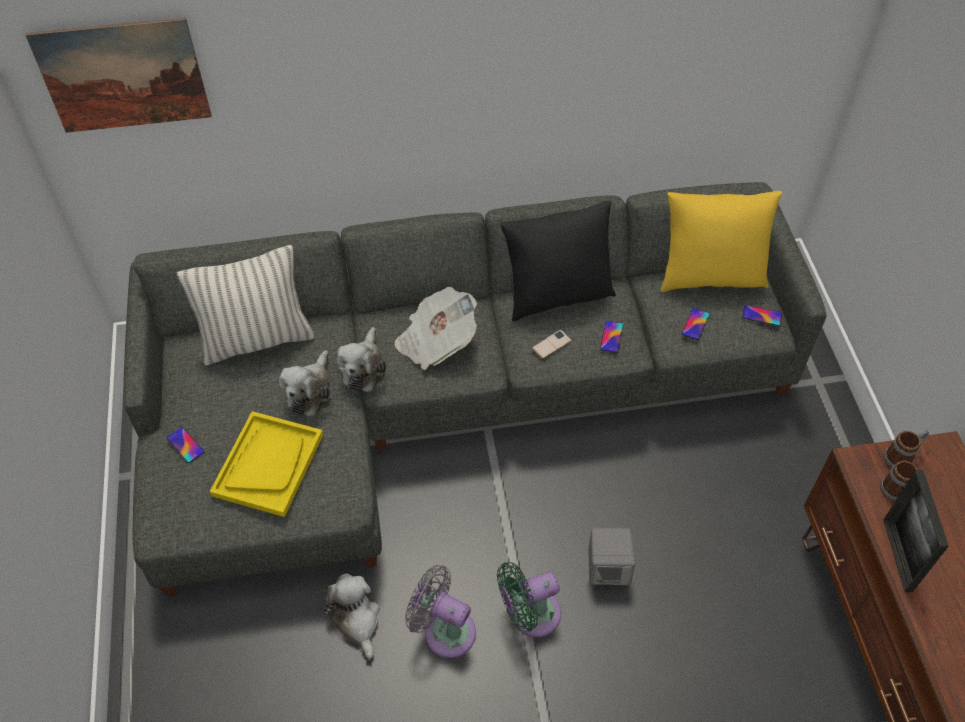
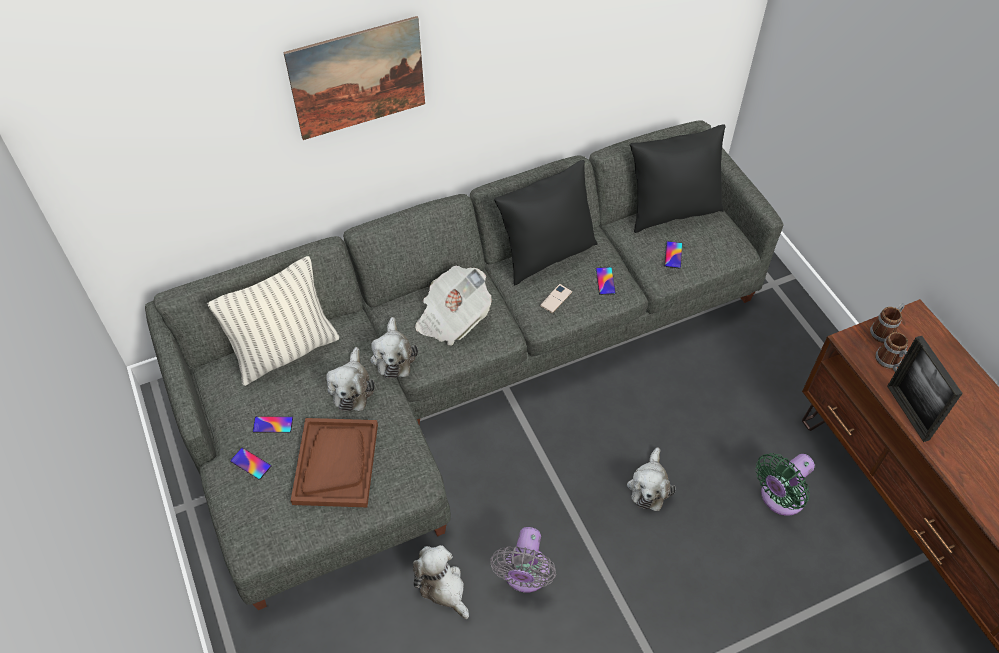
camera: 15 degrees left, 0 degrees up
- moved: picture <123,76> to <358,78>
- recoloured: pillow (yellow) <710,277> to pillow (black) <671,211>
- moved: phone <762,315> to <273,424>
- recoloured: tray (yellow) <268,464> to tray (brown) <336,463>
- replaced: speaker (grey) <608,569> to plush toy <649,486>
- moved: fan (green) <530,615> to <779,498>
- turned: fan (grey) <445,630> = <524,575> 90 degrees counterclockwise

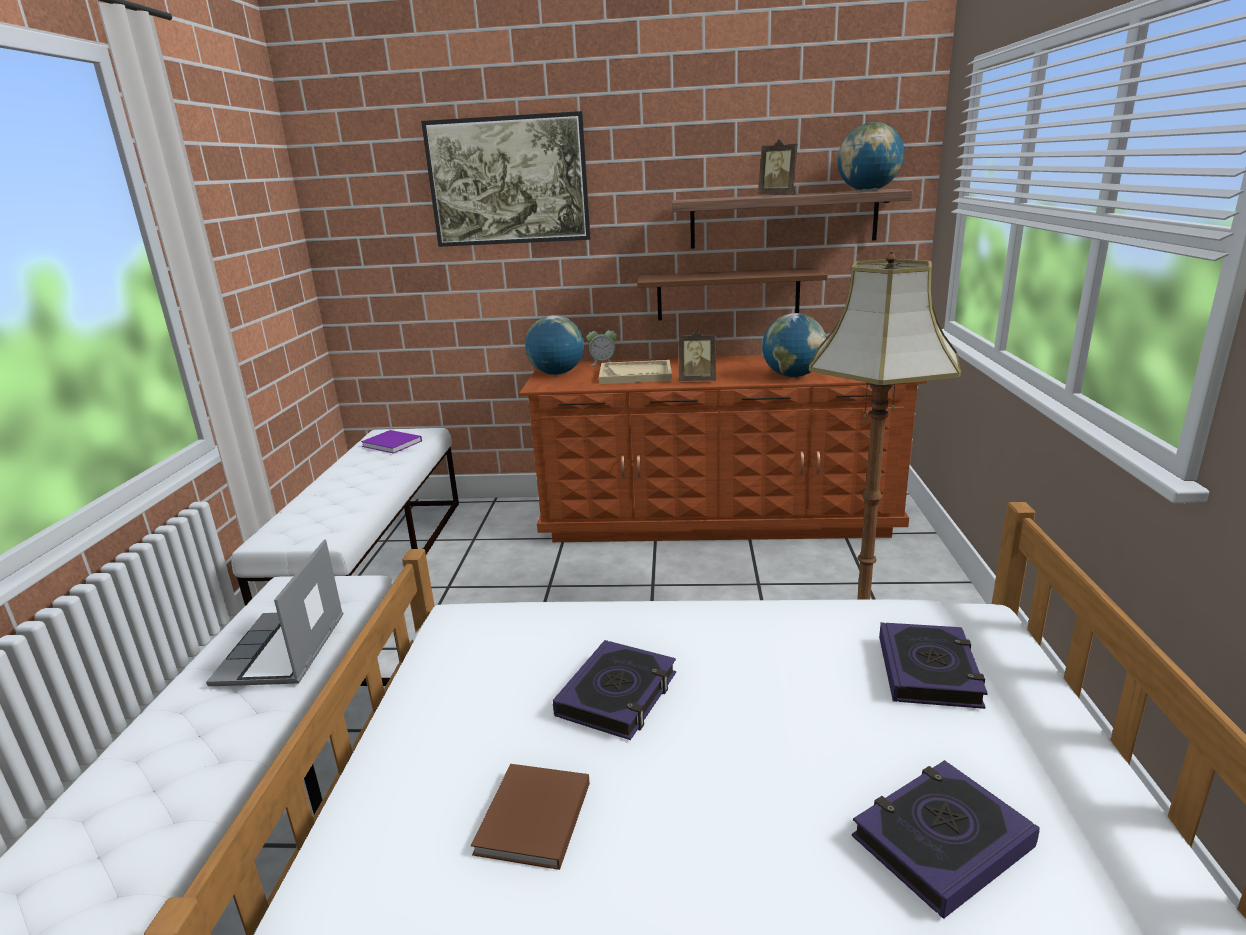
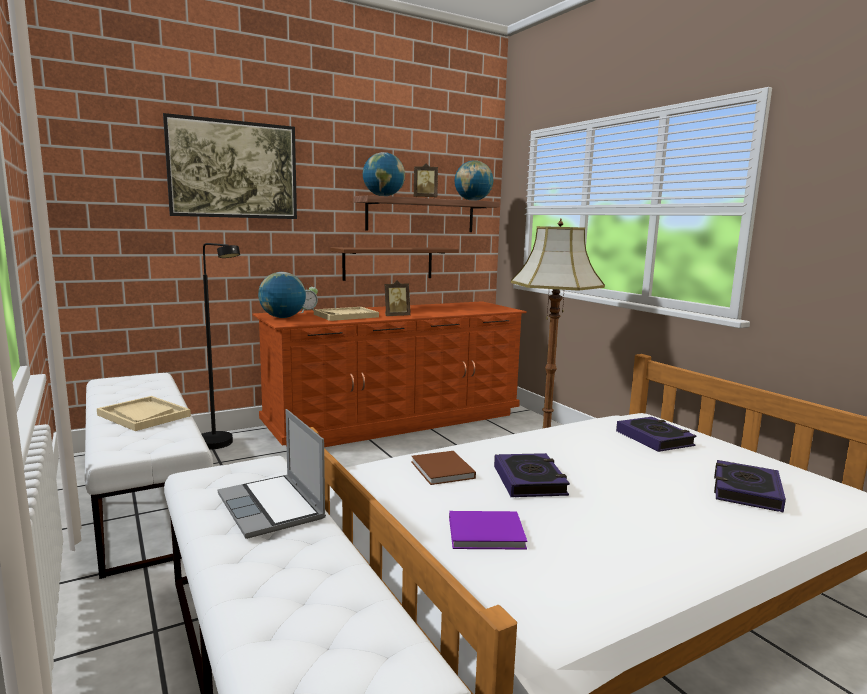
camera: 35 degrees left, 10 degrees down
- moved: globe <793,376> to <383,196>
- moved: book (purple) <393,444> to <488,533>
- moved: book (brown) <532,820> to <443,470>
- added: floor lamp (black) <220,445>
- added: tray (beige) <143,415>

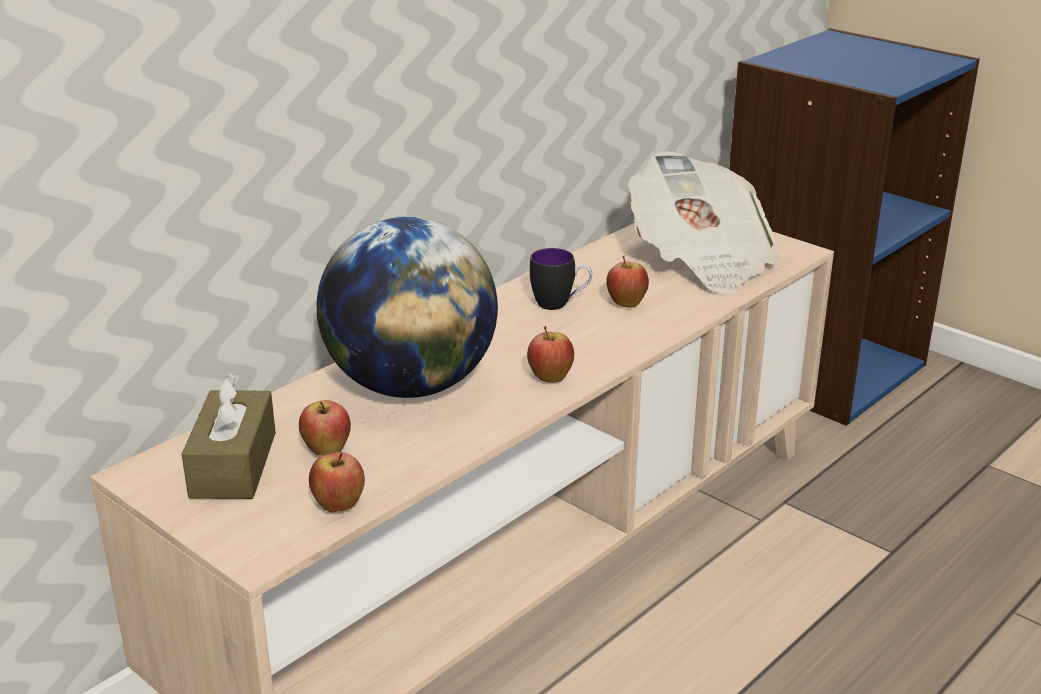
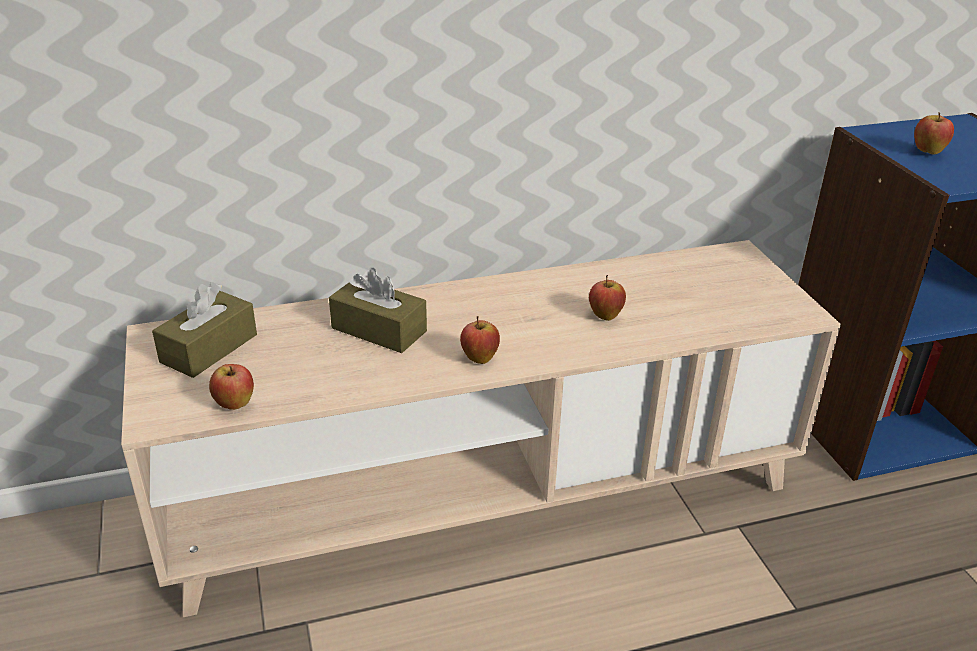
camera: 30 degrees right, 5 degrees up
- removed: newspaper <701,260>
- replaced: globe <411,385> to tissue box (brown) <379,330>
- removed: mug <560,304>
- moved: apple <327,452> to <928,153>

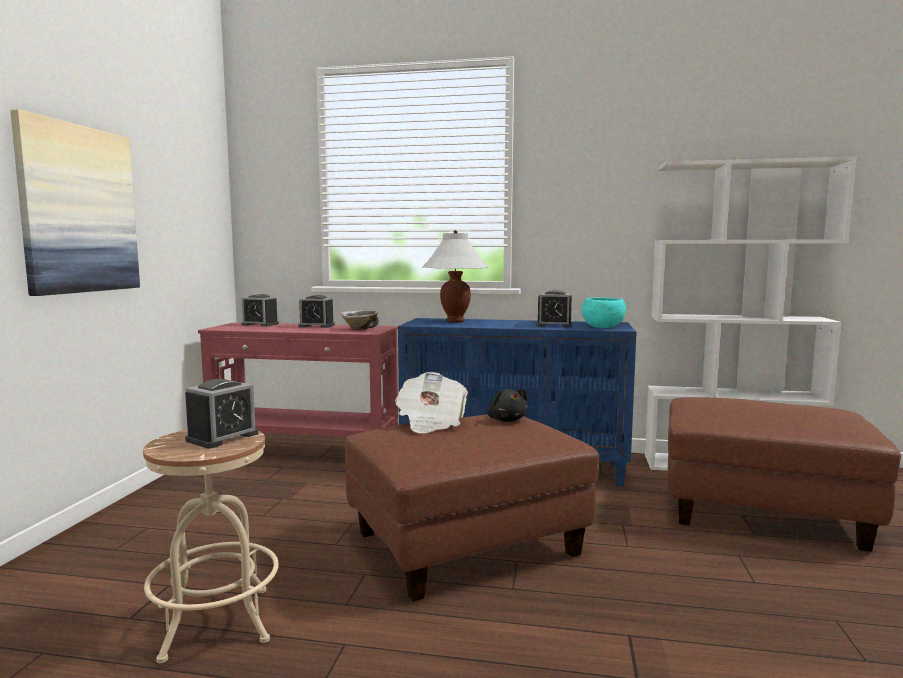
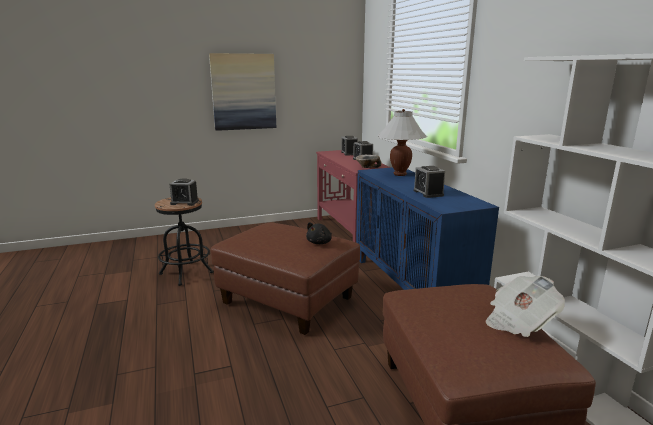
camera: 60 degrees right, 10 degrees up
- removed: bowl (turquoise) <602,328>
- moved: newspaper <431,422> to <519,321>
- recoloured: stool (beige) <216,623> to stool (black) <186,273>

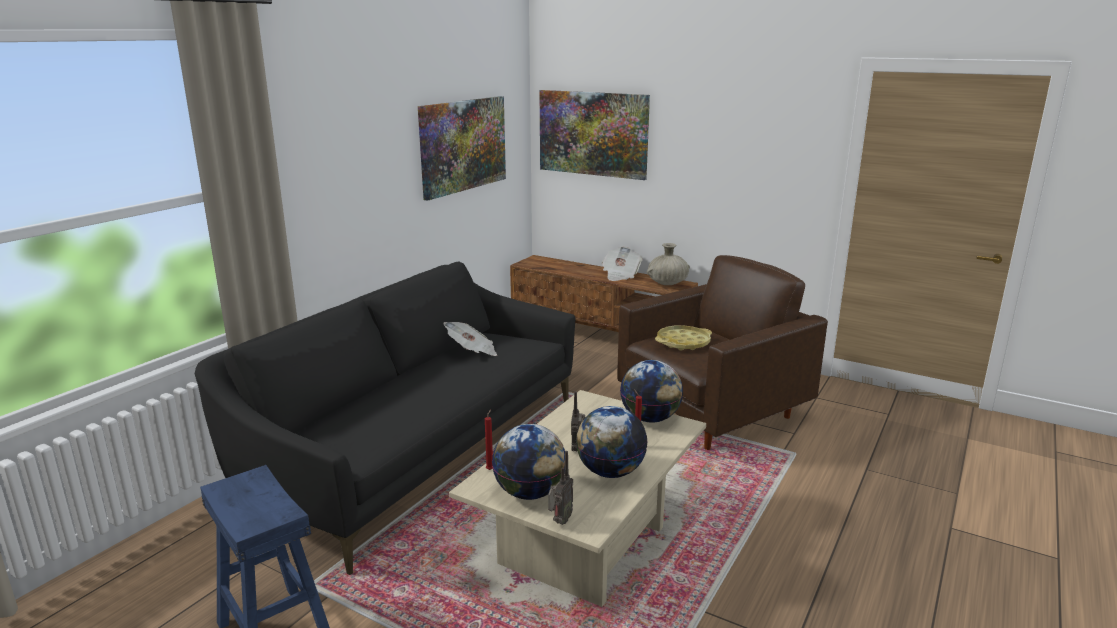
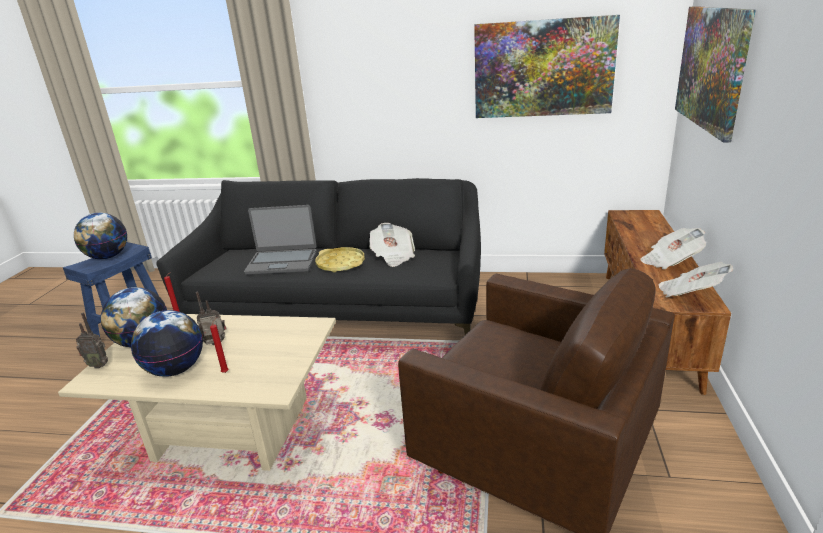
camera: 70 degrees right, 5 degrees up
- replaced: vase (beige) <667,283> to newspaper <690,294>
- moved: tray (yellow) <683,342> to <340,264>
- moved: globe <650,418> to <107,257>
- added: laptop <282,262>

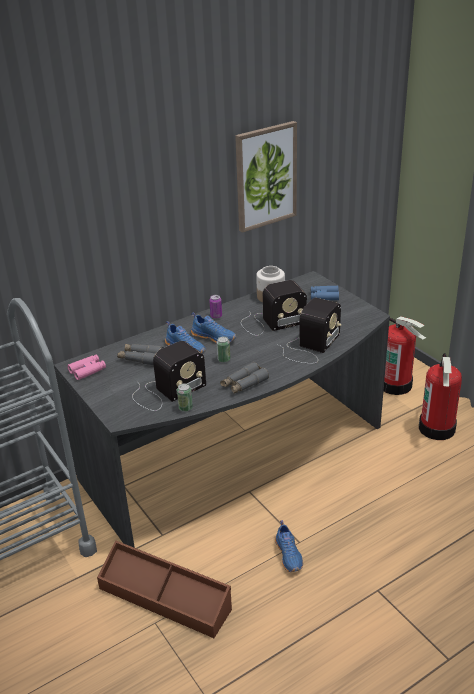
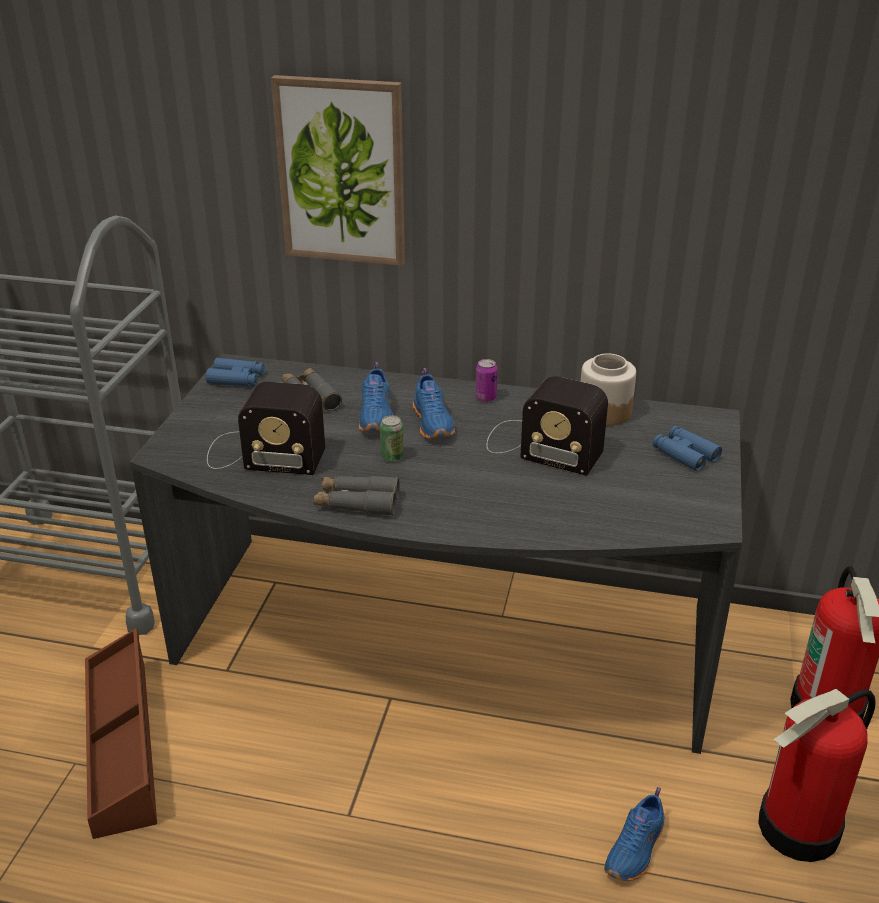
camera: 45 degrees right, 0 degrees up
- moved: picture <265,176> to <342,171>
- removed: radio <310,346>
- recoloured: binoculars (pink) <87,370> to binoculars (blue) <236,379>
- removed: can <185,408>
- moved: shoe (blue) <289,555> to <636,850>

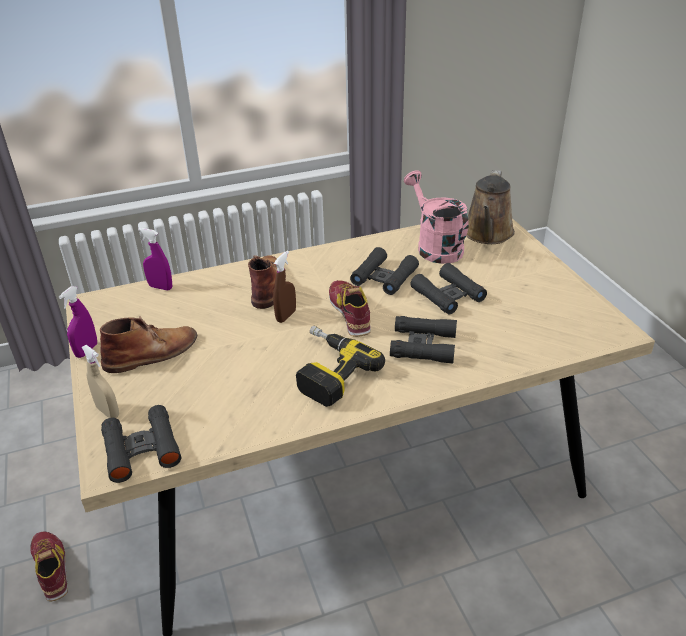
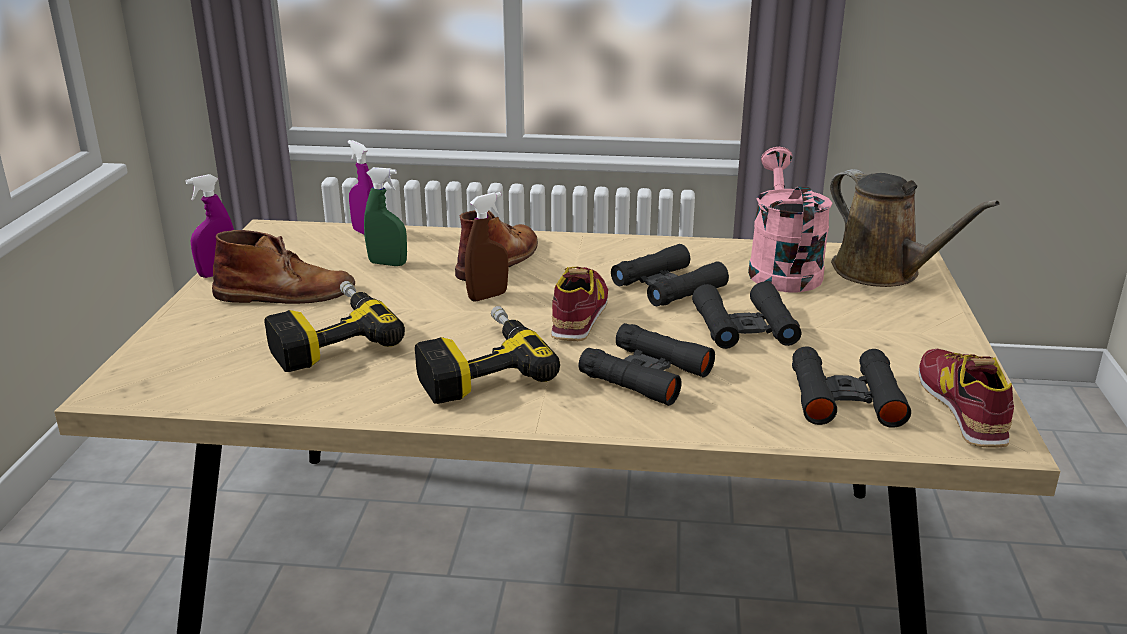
camera: 25 degrees right, 10 degrees down
- turned: watering can (brown) <488,234> = <882,272> 75 degrees counterclockwise
- removed: spray bottle (beige) <108,412>
- moved: binoculars (black) <141,449> to <845,398>
- moved: shoe <51,568> to <963,407>
- added: spray bottle (green) <387,264>
- added: power drill <328,338>

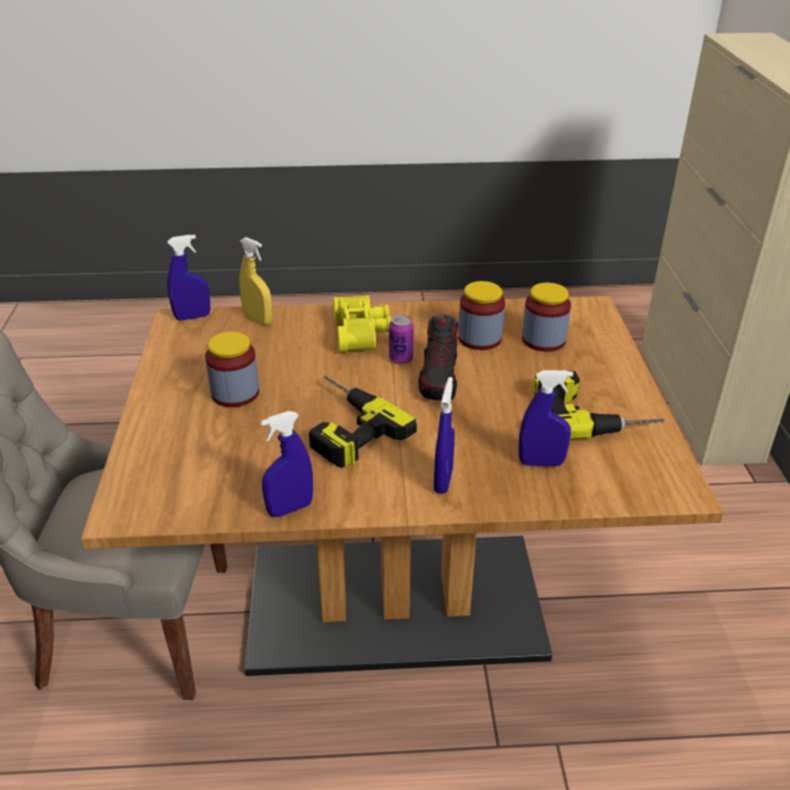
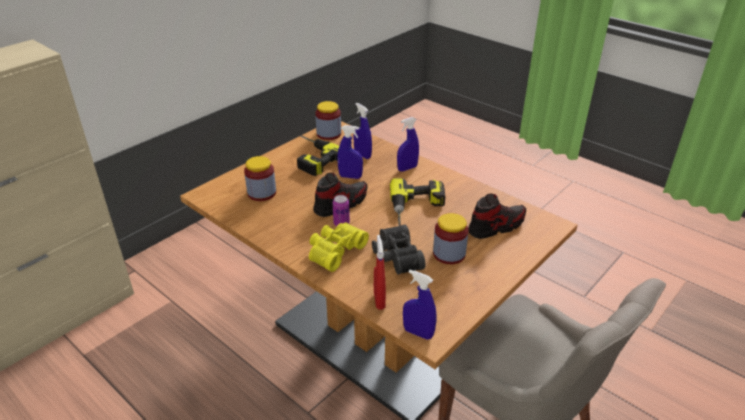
camera: 135 degrees left, 0 degrees up
- recoloured: spray bottle (yellow) <258,320> to spray bottle (red) <379,300>
- moved: jar <479,338> to <329,134>
- moved: spray bottle (blue) <290,508> to <350,177>
- added: shoe <496,226>
- added: binoculars (black) <395,257>

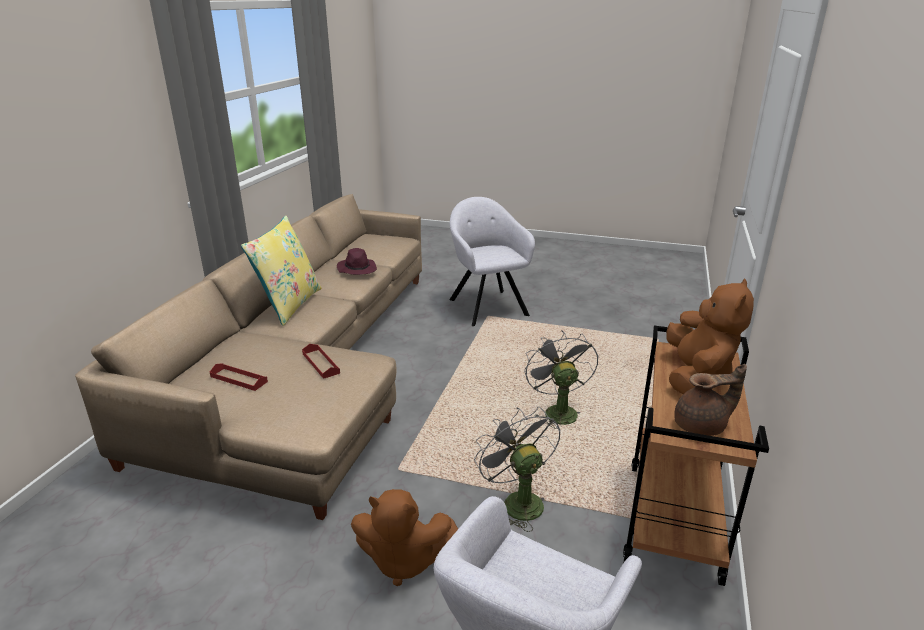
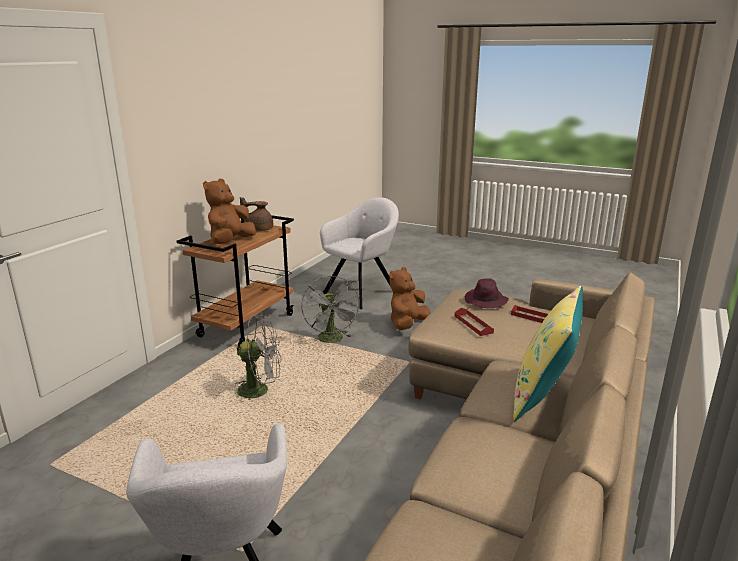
camera: 170 degrees left, 5 degrees down
- moved: hat (purple) <357,269> to <486,301>
- turned: fan (grey) <557,411> = <260,390> 90 degrees counterclockwise
- turned: plush toy (brown) <403,560> = <407,324> 75 degrees counterclockwise

